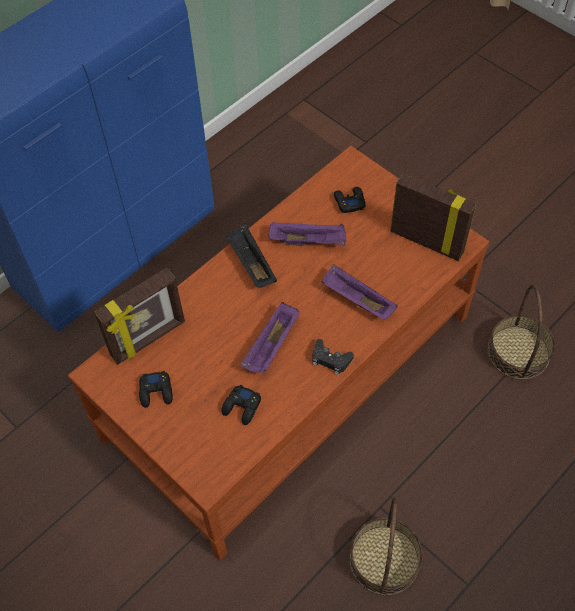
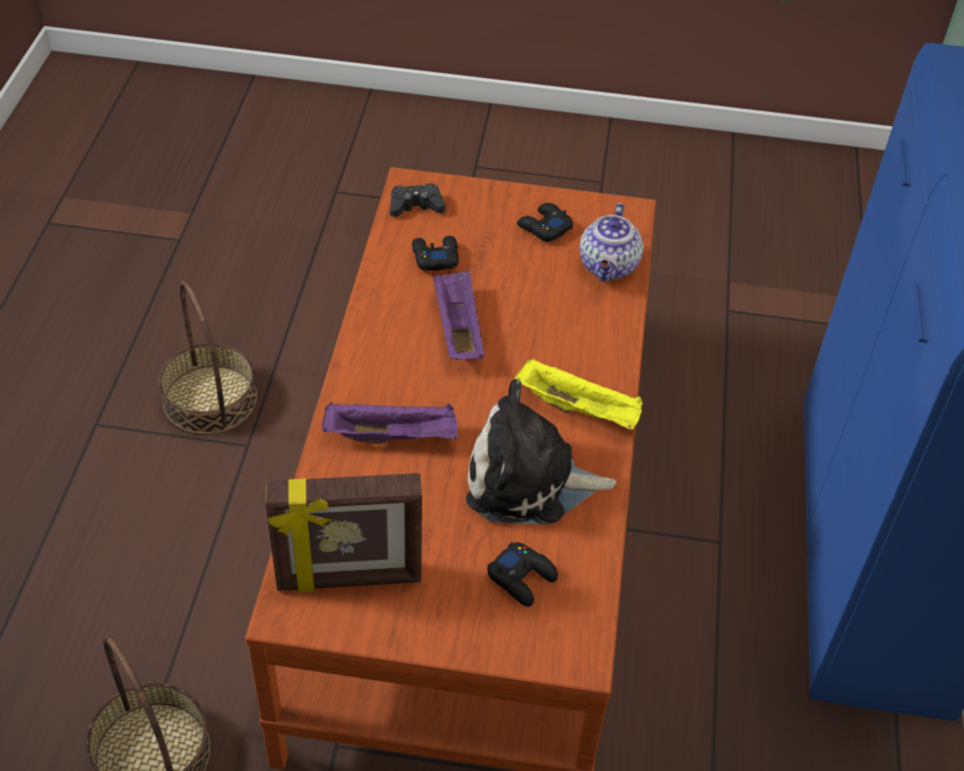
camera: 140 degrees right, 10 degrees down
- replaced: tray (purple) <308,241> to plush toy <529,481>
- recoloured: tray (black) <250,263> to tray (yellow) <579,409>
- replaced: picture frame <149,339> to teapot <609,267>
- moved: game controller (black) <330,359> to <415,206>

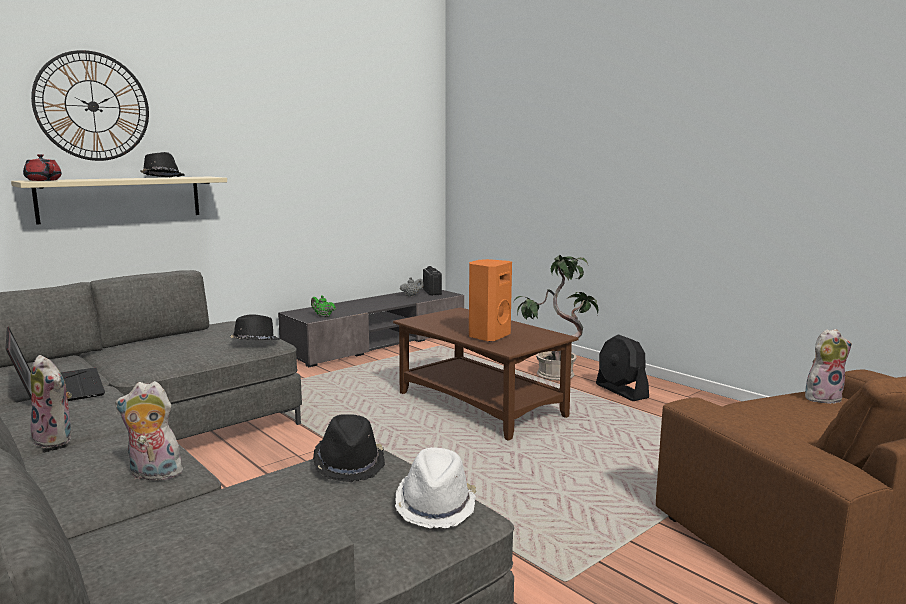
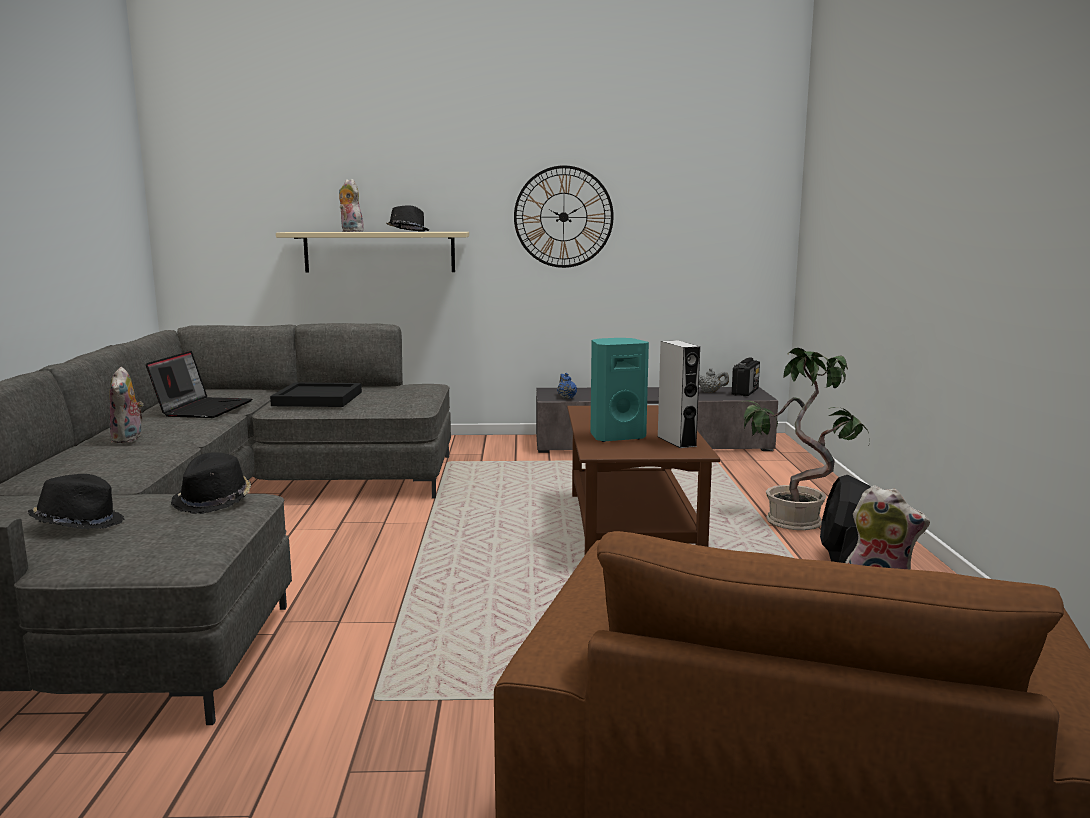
camera: 40 degrees right, 0 degrees up
- moved: wall clock <93,106> to <563,217>
- removed: teapot (red) <43,180>
- recoloured: speaker (orange) <488,336> to speaker (turquoise) <616,436>
- recoloured: teapot (green) <323,316> to teapot (blue) <566,397>
- moved: hat (black) <254,342> to <79,524>
- moved: plush toy <153,475> to <350,231>
- removed: hat (white) <436,505>
- added: speaker (grey) <676,441>
- added: tray (black) <317,399>

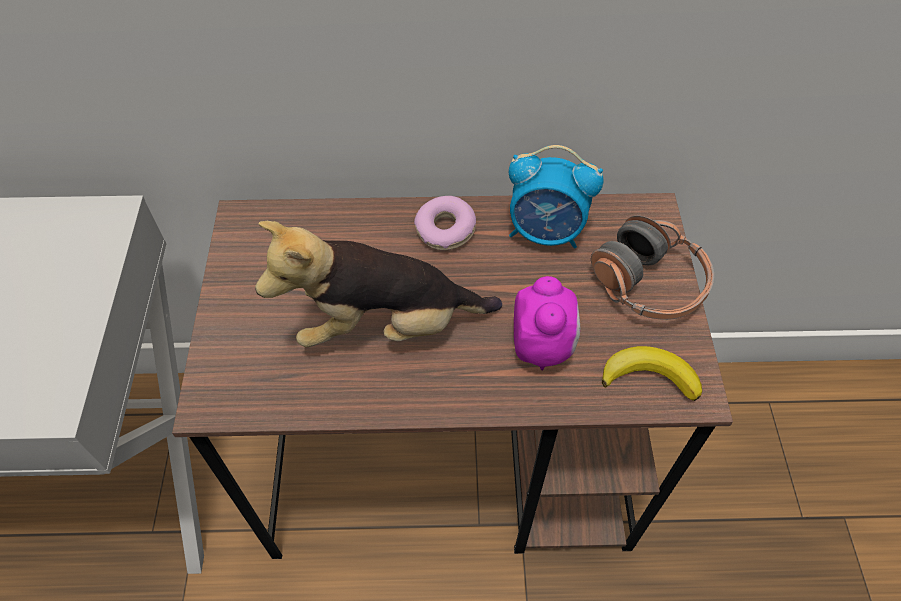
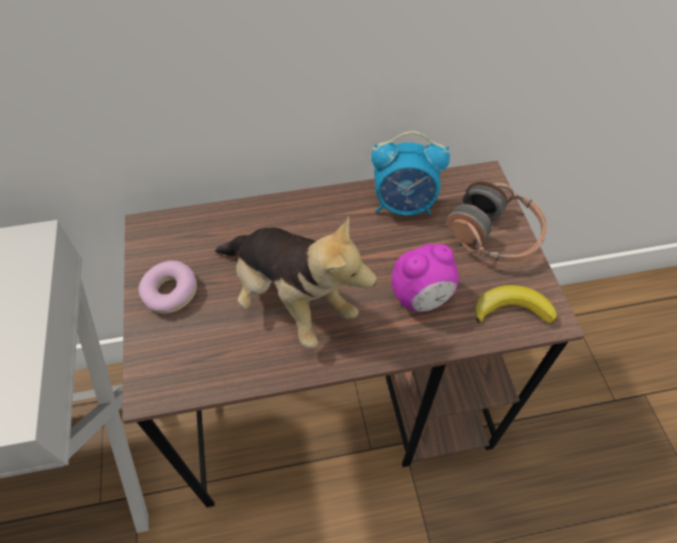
camera: 10 degrees left, 0 degrees up
- moved: donut <445,230> to <170,292>
- turned: plush toy <385,325> = <289,300> 120 degrees counterclockwise
- turned: alarm clock <542,346> = <421,298> 75 degrees clockwise

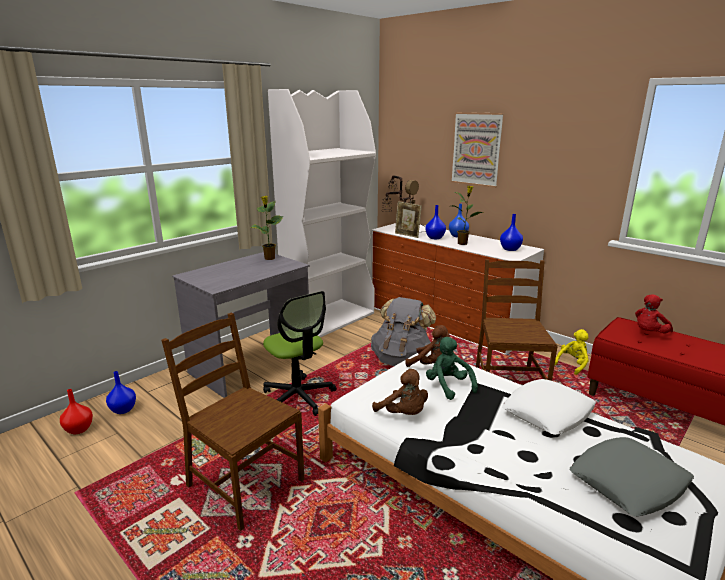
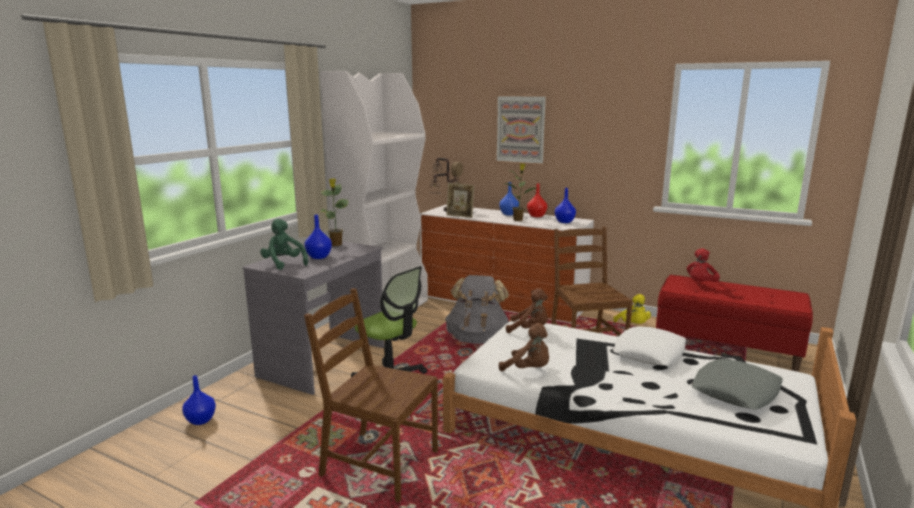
camera: 15 degrees left, 5 degrees down
- moved: vase (blue) <434,238> to <318,257>
- turned: plush toy (yellow) <572,365> = <633,325> 120 degrees clockwise
- moved: plush toy (green) <448,386> to <284,264>
- moved: vase (red) <79,429> to <537,216>

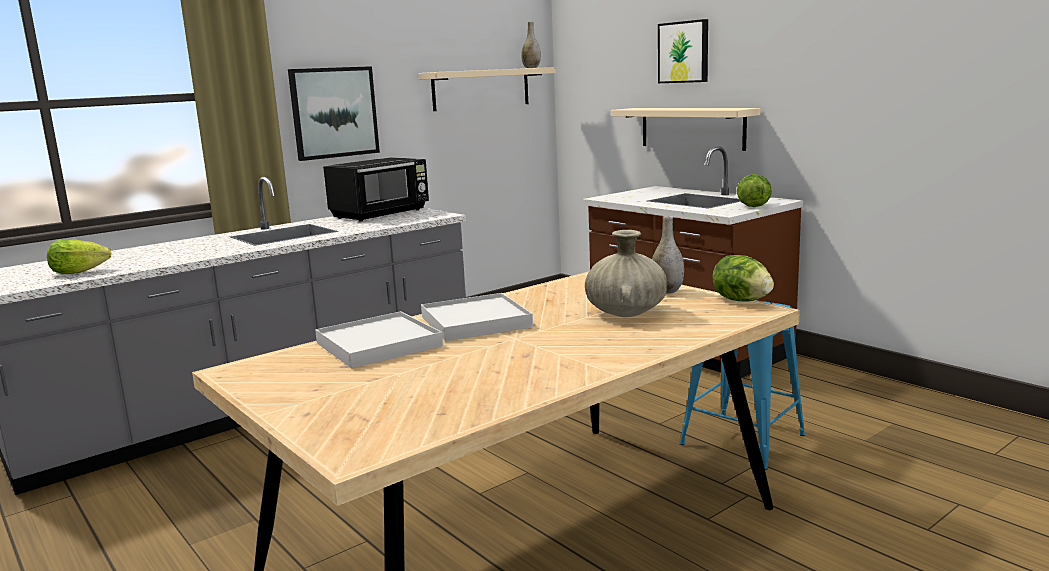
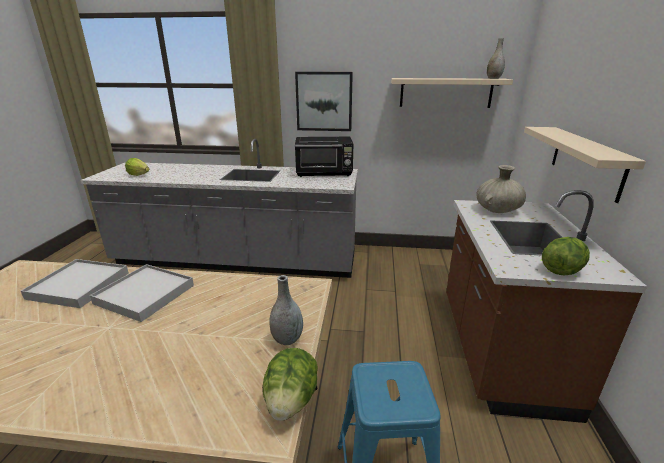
camera: 45 degrees right, 10 degrees up
- removed: picture <684,52>
- moved: vase (beige) <626,313> to <497,210>

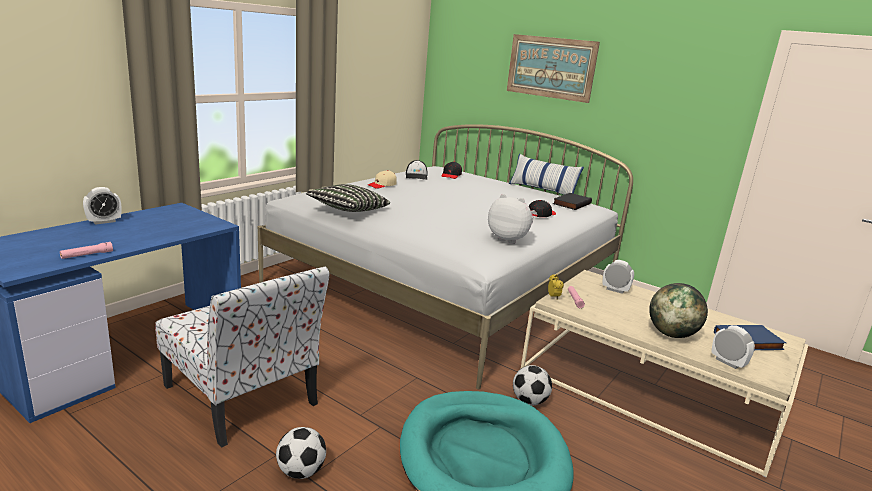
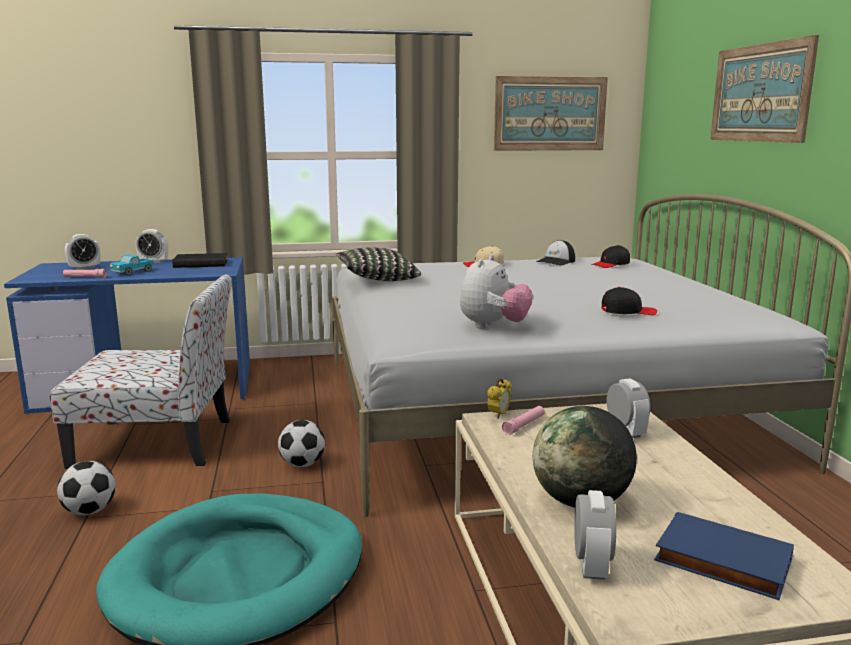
camera: 45 degrees right, 5 degrees down
- removed: pillow <542,190>
- moved: book (black) <571,203> to <201,263>
- turned: plush toy <509,239> = <493,326> 45 degrees clockwise
- turned: chair <243,397> = <158,443> 90 degrees counterclockwise
- moved: football <529,401> to <302,464>
- added: picture <550,114>
- added: alarm clock <84,268>
- added: toy truck <133,272>

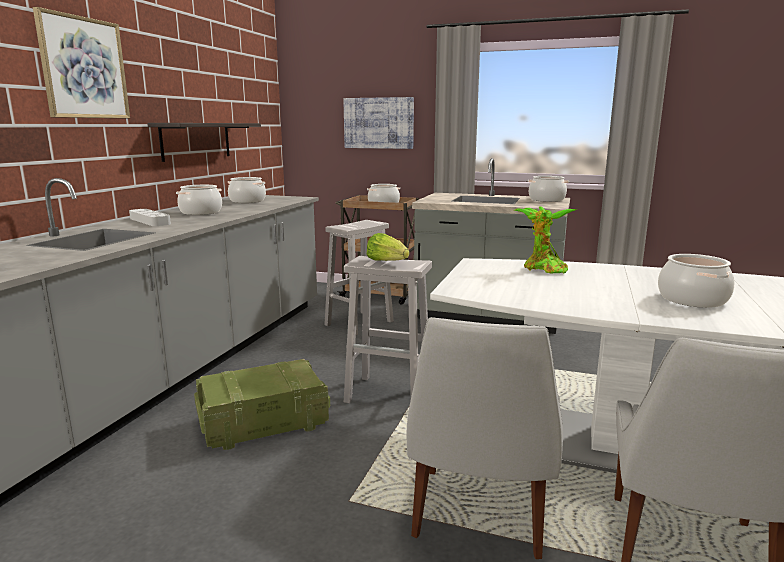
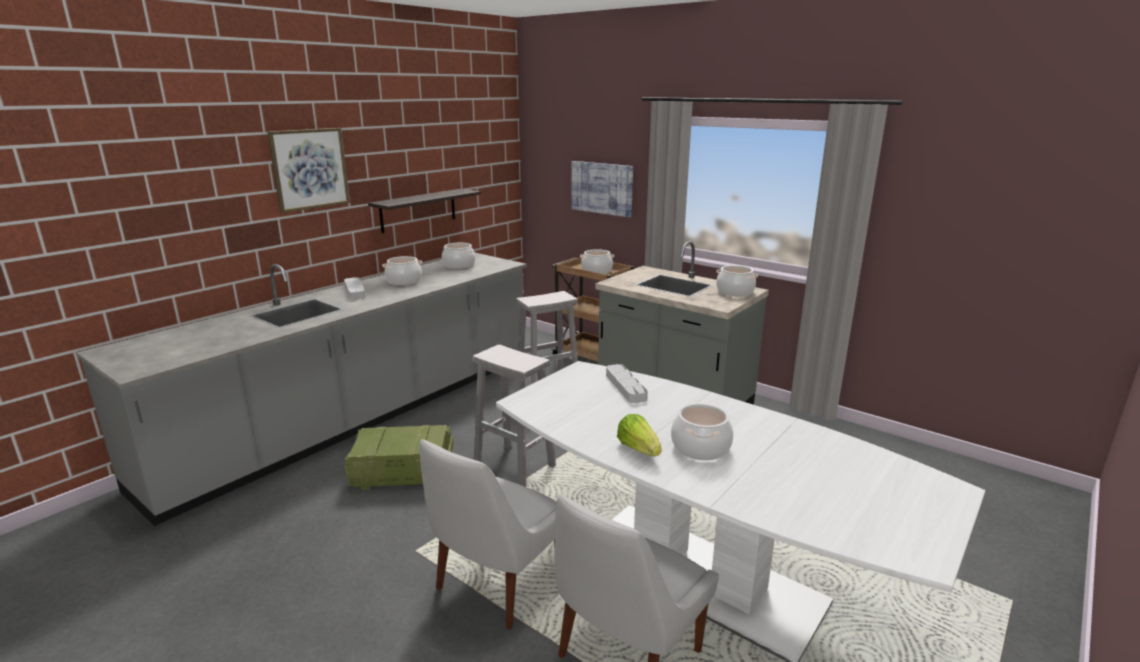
camera: 20 degrees right, 5 degrees up
- replaced: potted plant <542,269> to tray (grey) <625,387>
- moved: lettuce <386,262> to <639,449>

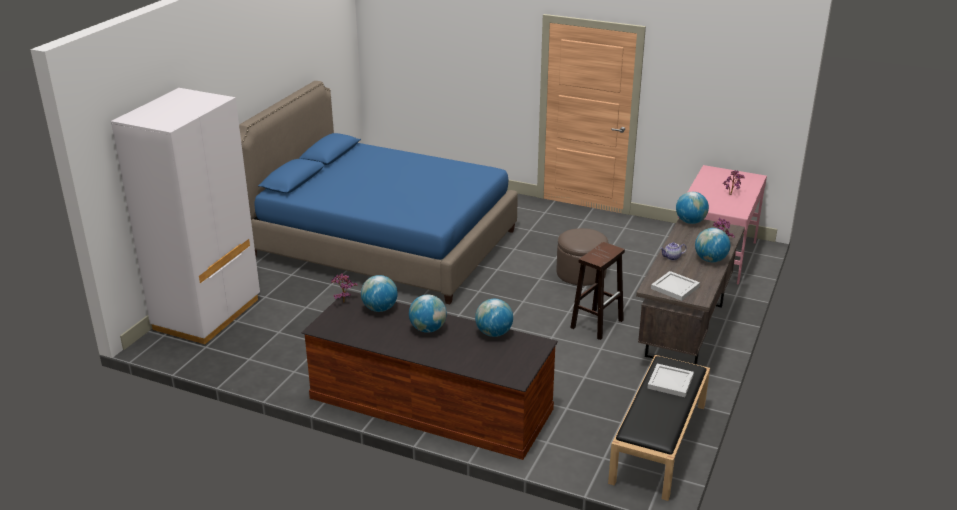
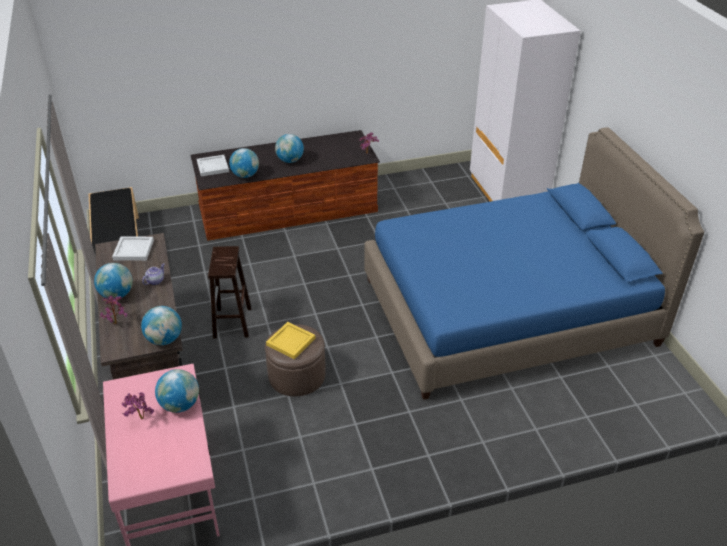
camera: 140 degrees right, 10 degrees up
- moved: globe <380,309> to <180,405>
- moved: tray (white) <671,382> to <212,167>
- added: tray (yellow) <291,341>

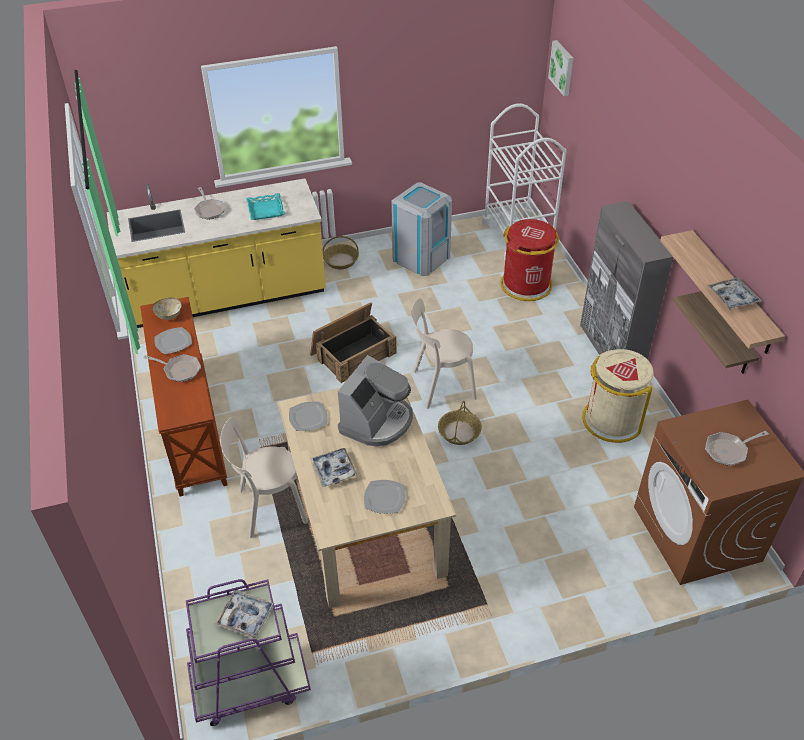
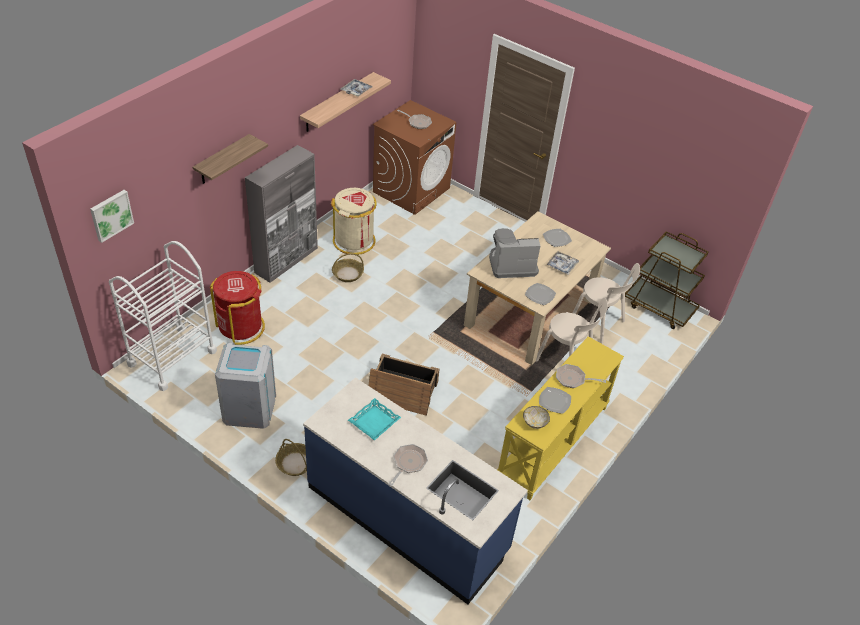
camera: 130 degrees left, 0 degrees up
- recoloured: counter (yellow) <228,296> to counter (blue) <407,518>
- moved: shelf <727,335> to <222,160>
- recoloured: console table (brown) <190,426> to console table (yellow) <553,443>
- moved: chair (beige) <440,385> to <598,323>
- turned: frying pan <179,370> = <573,379> 60 degrees counterclockwise
- moved: basket <459,432> to <348,274>
- recoloured: cart (purple) <249,684> to cart (brown) <659,307>
- removed: tray <245,617>

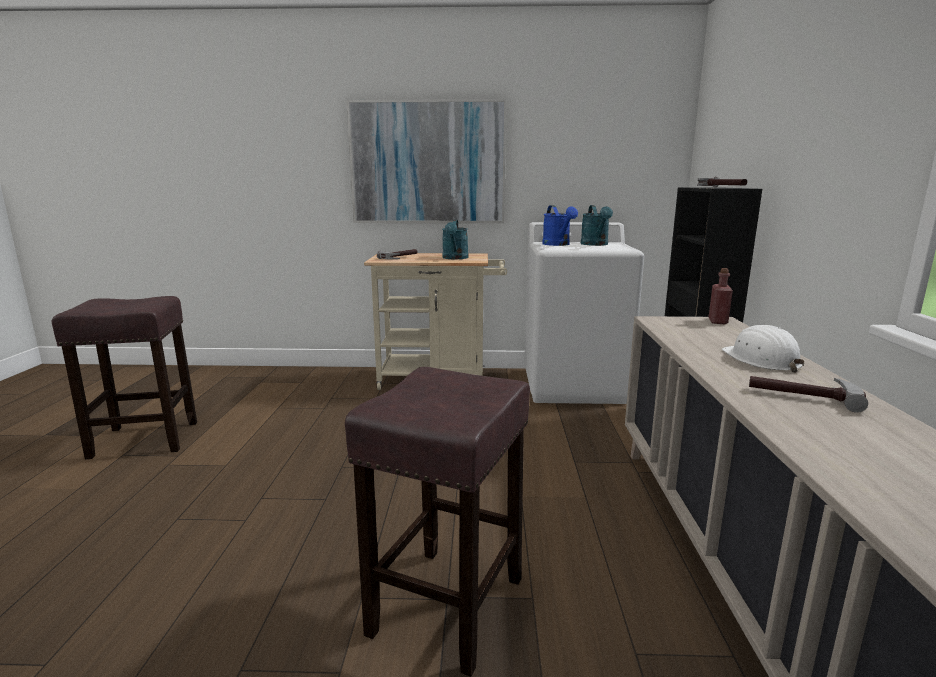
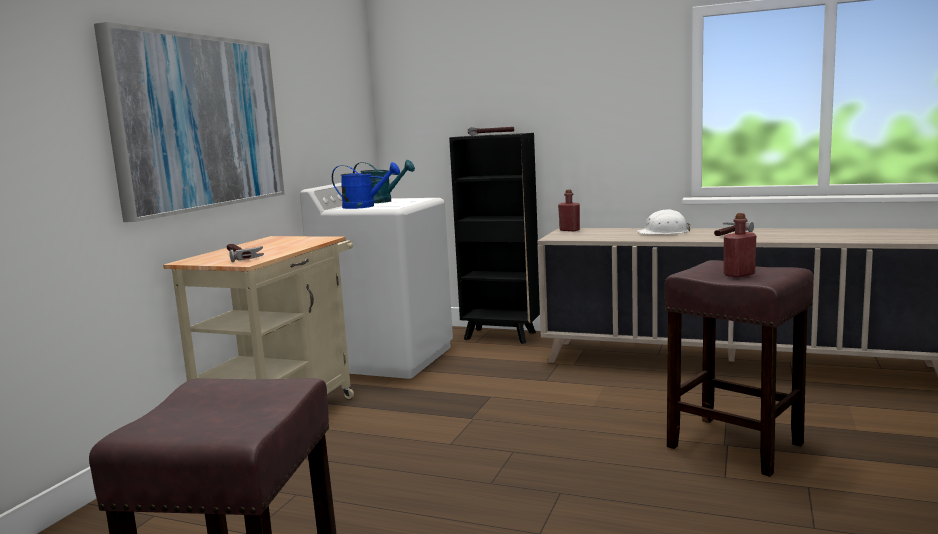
camera: 70 degrees left, 5 degrees down
- removed: watering can (turquoise) <455,258>
- added: bottle (red) <739,274>

